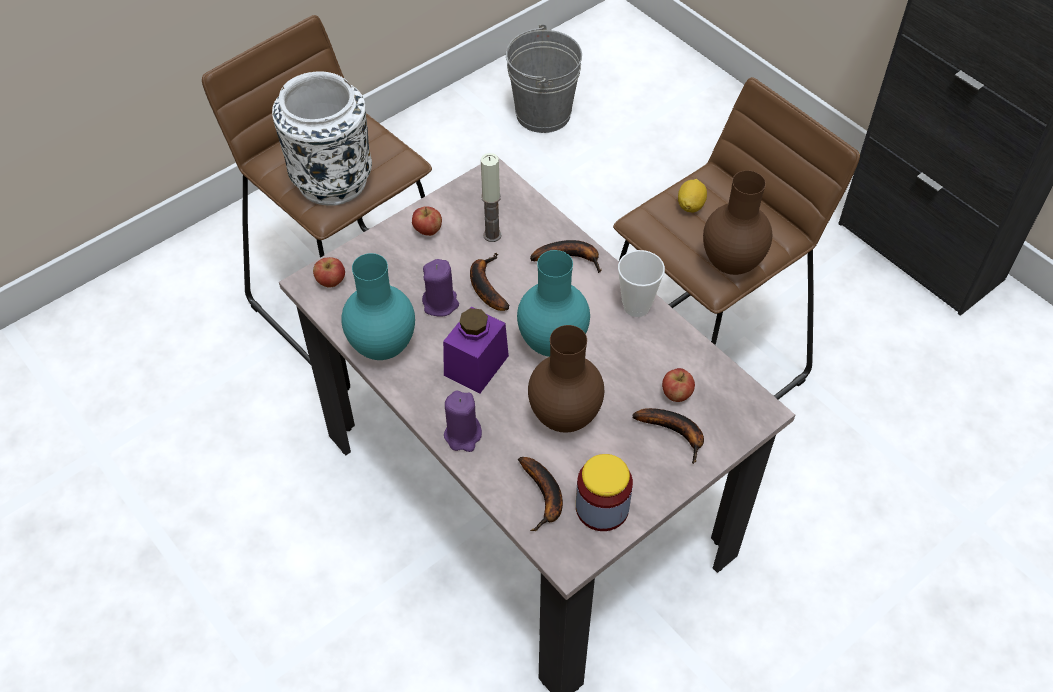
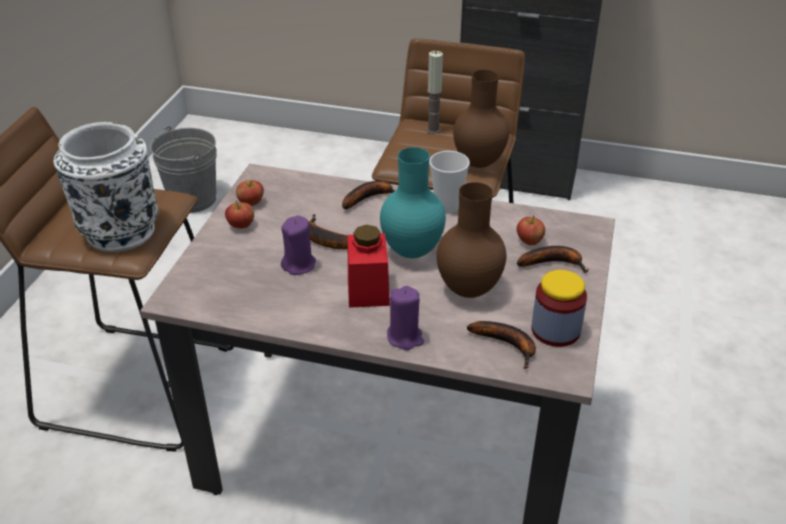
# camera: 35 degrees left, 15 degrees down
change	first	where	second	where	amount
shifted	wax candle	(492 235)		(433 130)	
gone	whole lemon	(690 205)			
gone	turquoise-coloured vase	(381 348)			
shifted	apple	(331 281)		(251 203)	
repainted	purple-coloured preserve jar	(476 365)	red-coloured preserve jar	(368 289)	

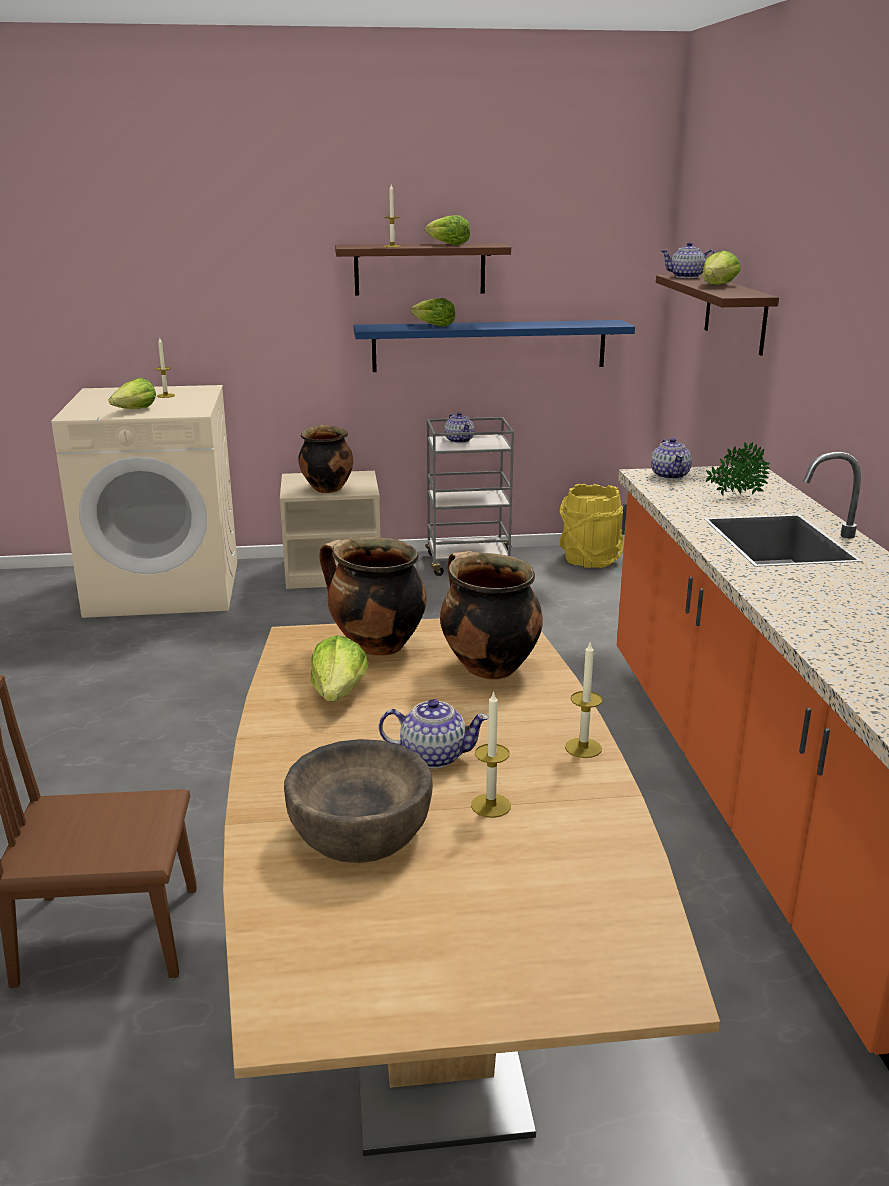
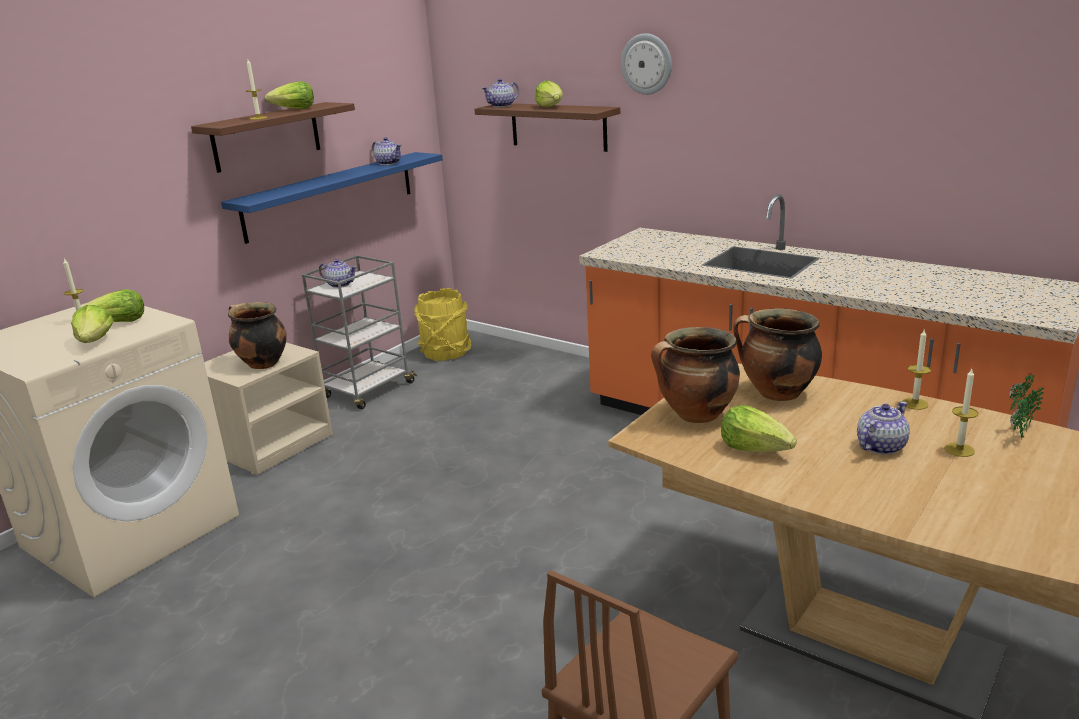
# camera: 45 degrees left, 0 degrees up
change	first	where	second	where	amount
shifted	head of lettuce	(433 326)		(118 323)	
shifted	tea pot	(670 475)		(388 163)	
shifted	potted plant	(734 495)		(1017 433)	
gone	brown serving bowl	(359 830)			
new			hanging clock	(647 64)	

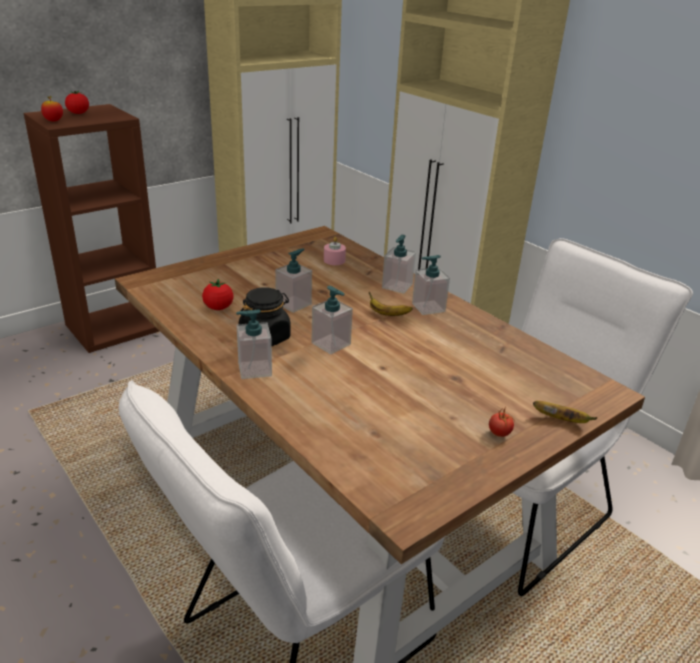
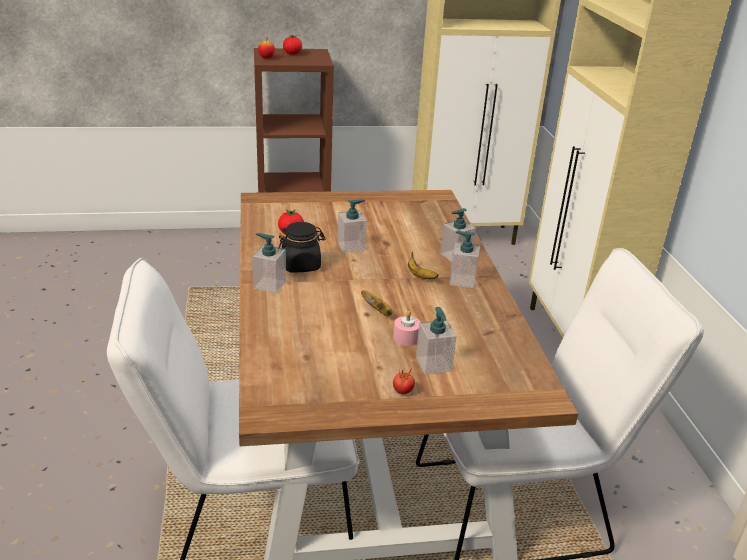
# camera: 30 degrees right, 0 degrees up
change	first	where	second	where	amount
shifted	pink-coloured wax candle	(334 260)		(406 338)	
shifted	liquid soap bottle	(331 344)		(433 364)	
shifted	banana	(561 420)		(378 311)	

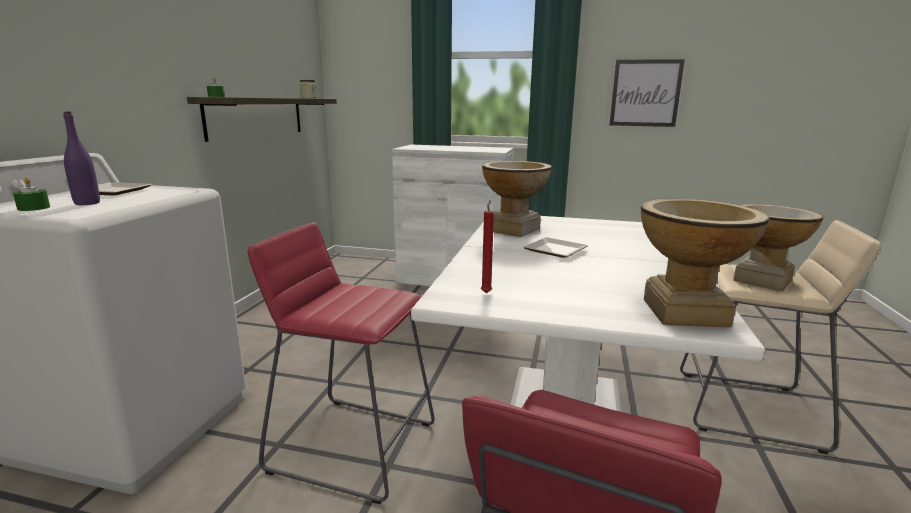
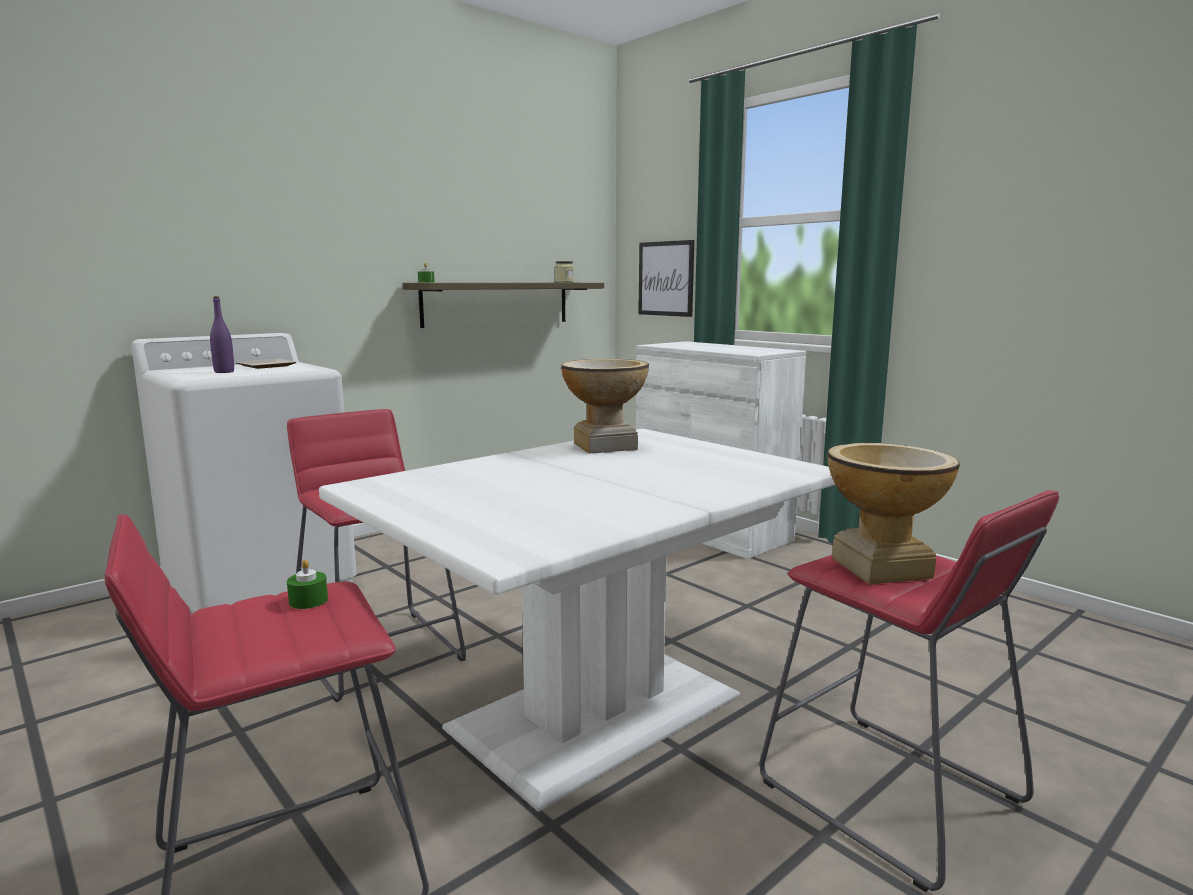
# camera: 35 degrees right, 5 degrees down
change	first	where	second	where	amount
shifted	picture	(645 93)		(665 278)	
shifted	green-coloured wax candle	(34 208)		(308 601)	
gone	vase	(685 312)			
gone	red-coloured wax candle	(486 292)			
repainted	beige sitting stool	(748 409)	red-coloured sitting stool	(890 794)	
gone	plate	(557 250)			

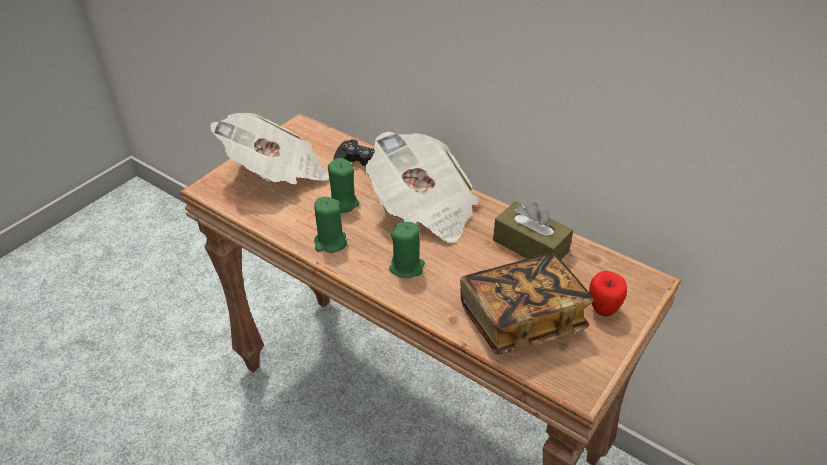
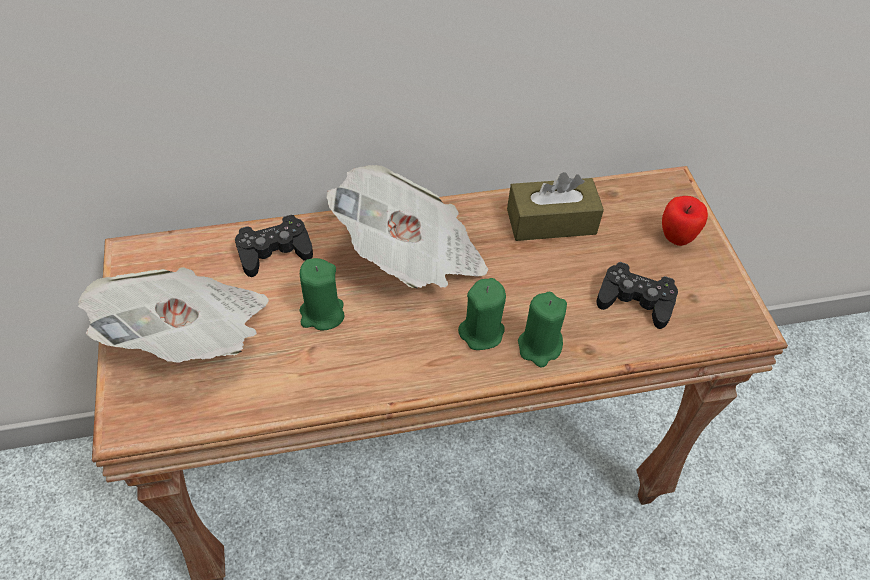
# camera: 50 degrees left, 10 degrees up
change	first	where	second	where	amount
shifted	green-coloured wax candle	(330 242)		(539 347)	
swapped	volume	(521 319)	blackish joypad	(635 300)	

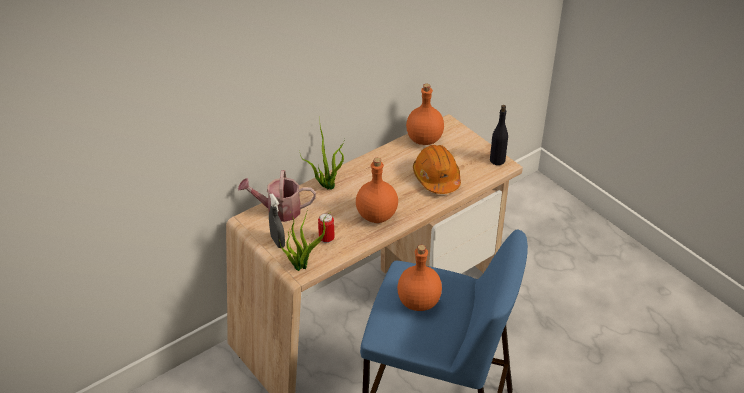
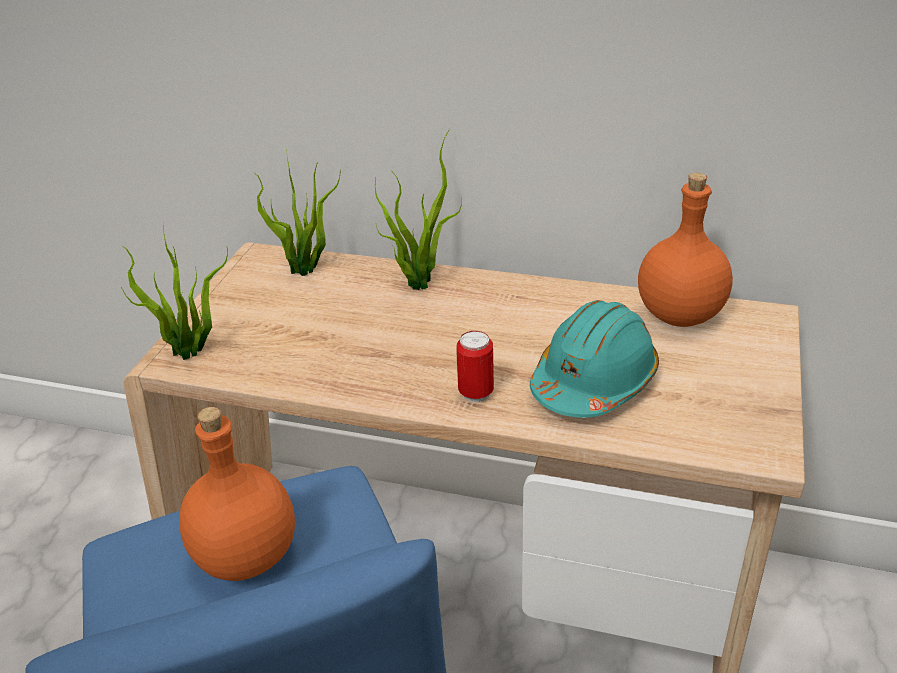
# camera: 55 degrees right, 5 degrees down
change	first	where	second	where	amount
gone	blackish bottle	(497 160)			
repainted	orangey work helmet	(436 178)	turquoise-coloured work helmet	(594 381)	
gone	orangey bottle	(377 215)			
swapped	watering pot	(279 210)	potted plant	(306 270)	
gone	greyish spray bottle	(278 242)			
shifted	metal can	(326 239)		(476 393)	

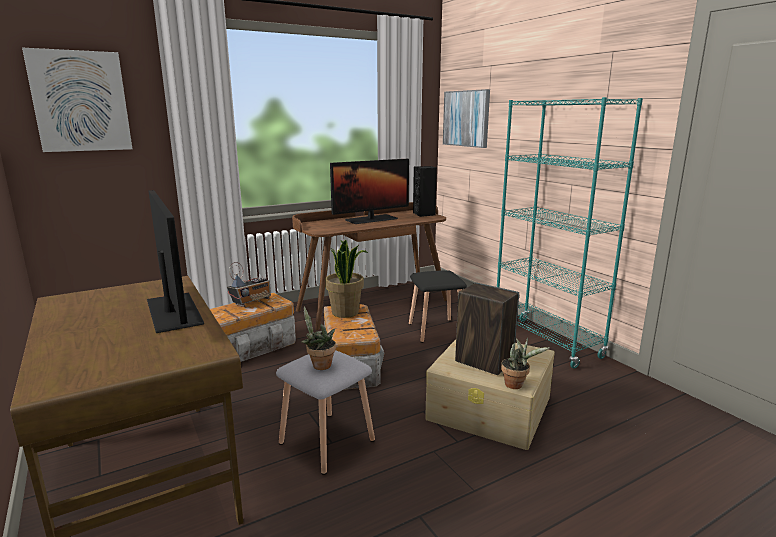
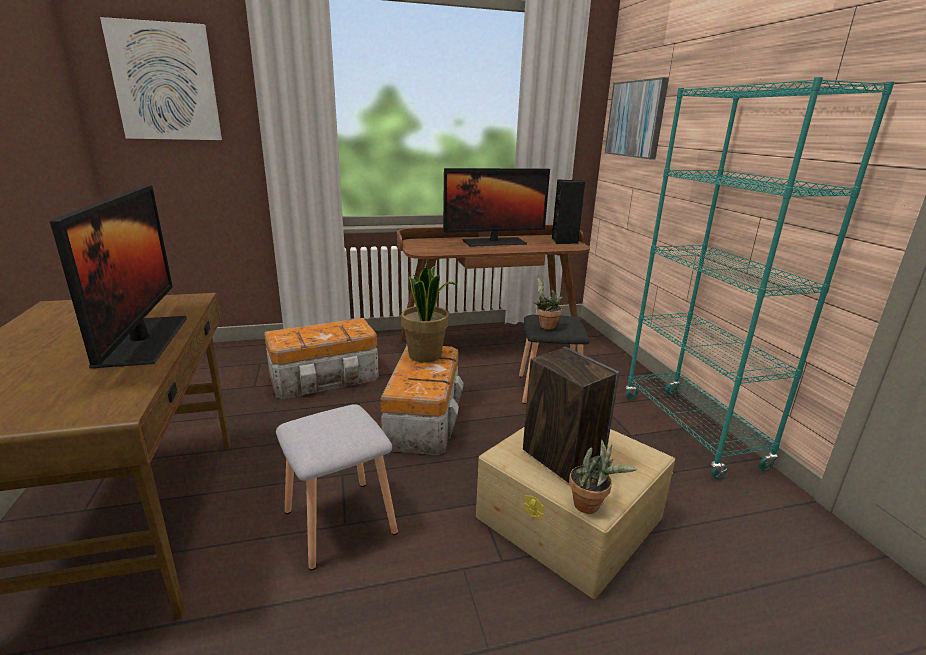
# camera: 15 degrees right, 5 degrees up
change	first	where	second	where	amount
gone	radio receiver	(251 302)			
shifted	potted plant	(319 365)		(545 326)	

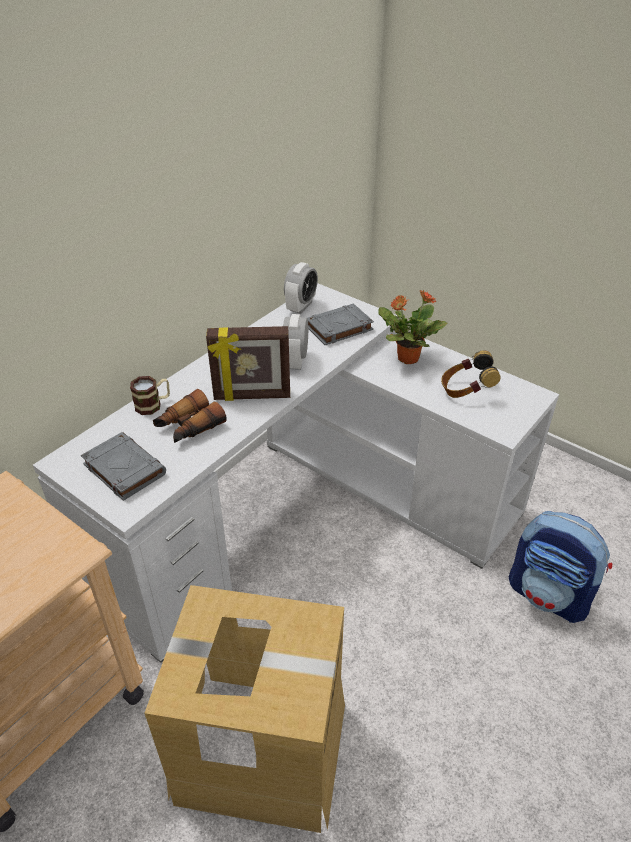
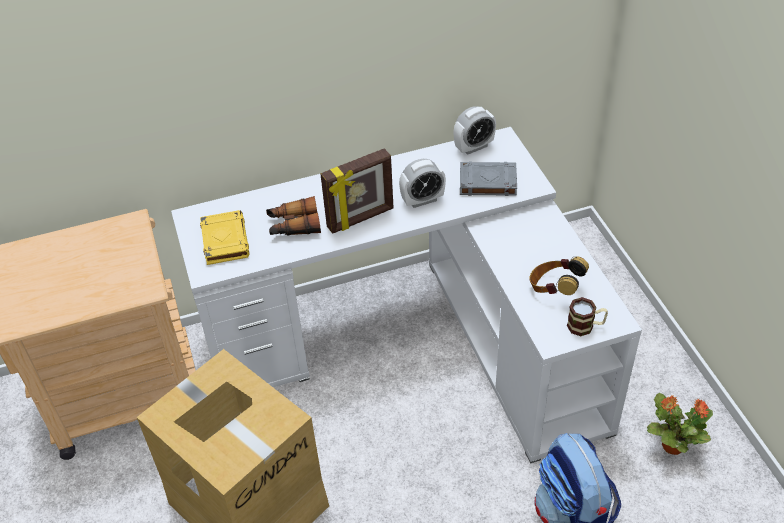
# camera: 35 degrees right, 5 degrees up
change	first	where	second	where	amount
shifted	potted plant	(407 358)		(672 445)	
rotated	bedside clock	(296 361)		(422 200)	150 degrees counterclockwise
rotated	photo frame	(252 396)		(361 219)	60 degrees counterclockwise
shifted	mug	(153 405)		(585 326)	
repainted	greyish volume	(123 469)	yellow volume	(224 240)	

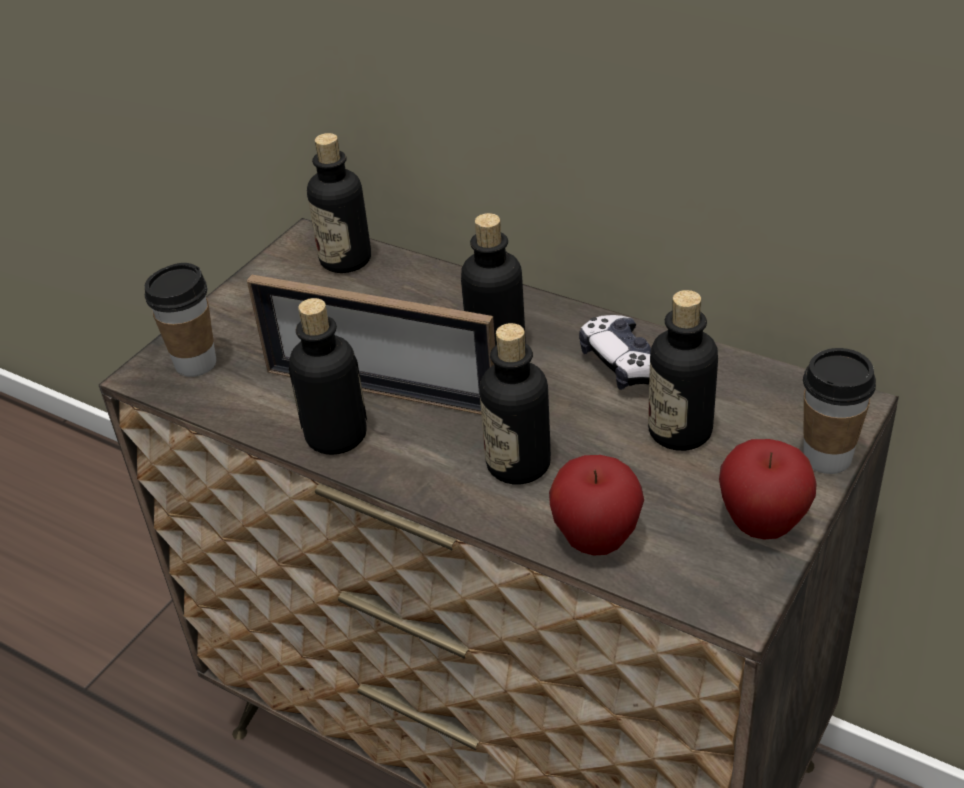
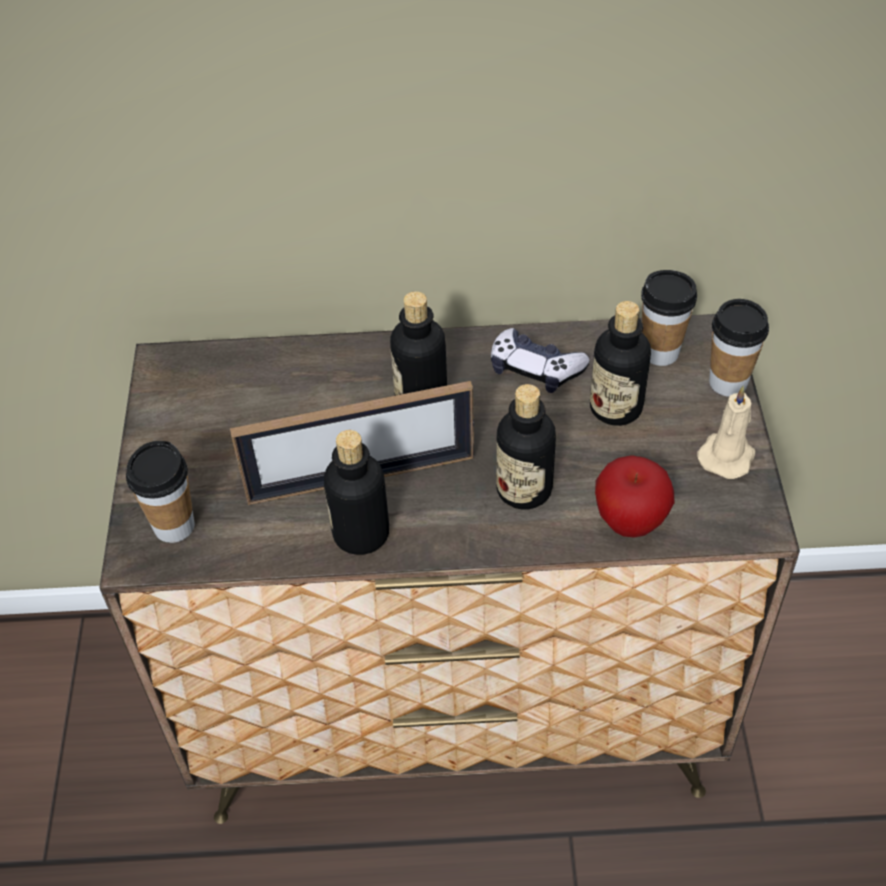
# camera: 35 degrees left, 10 degrees up
change	first	where	second	where	amount
gone	bottle	(345 260)			
swapped	apple	(762 524)	beige wax candle	(727 455)	
new			small cup	(660 352)	

